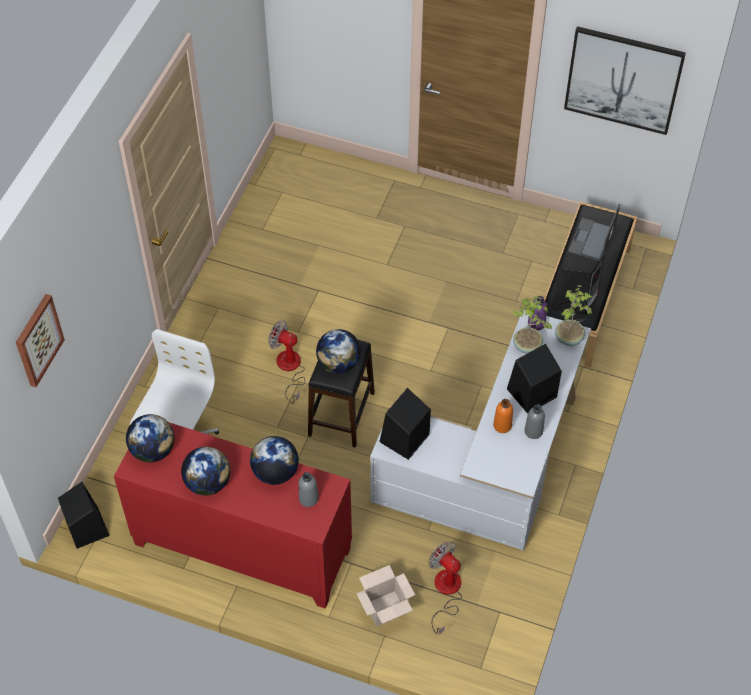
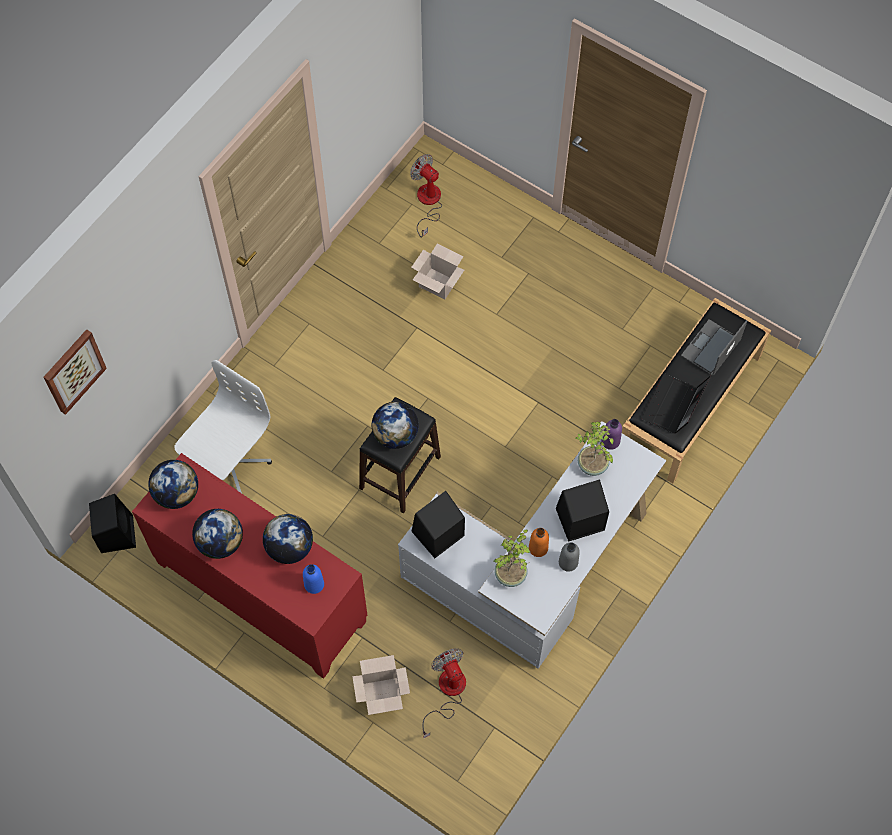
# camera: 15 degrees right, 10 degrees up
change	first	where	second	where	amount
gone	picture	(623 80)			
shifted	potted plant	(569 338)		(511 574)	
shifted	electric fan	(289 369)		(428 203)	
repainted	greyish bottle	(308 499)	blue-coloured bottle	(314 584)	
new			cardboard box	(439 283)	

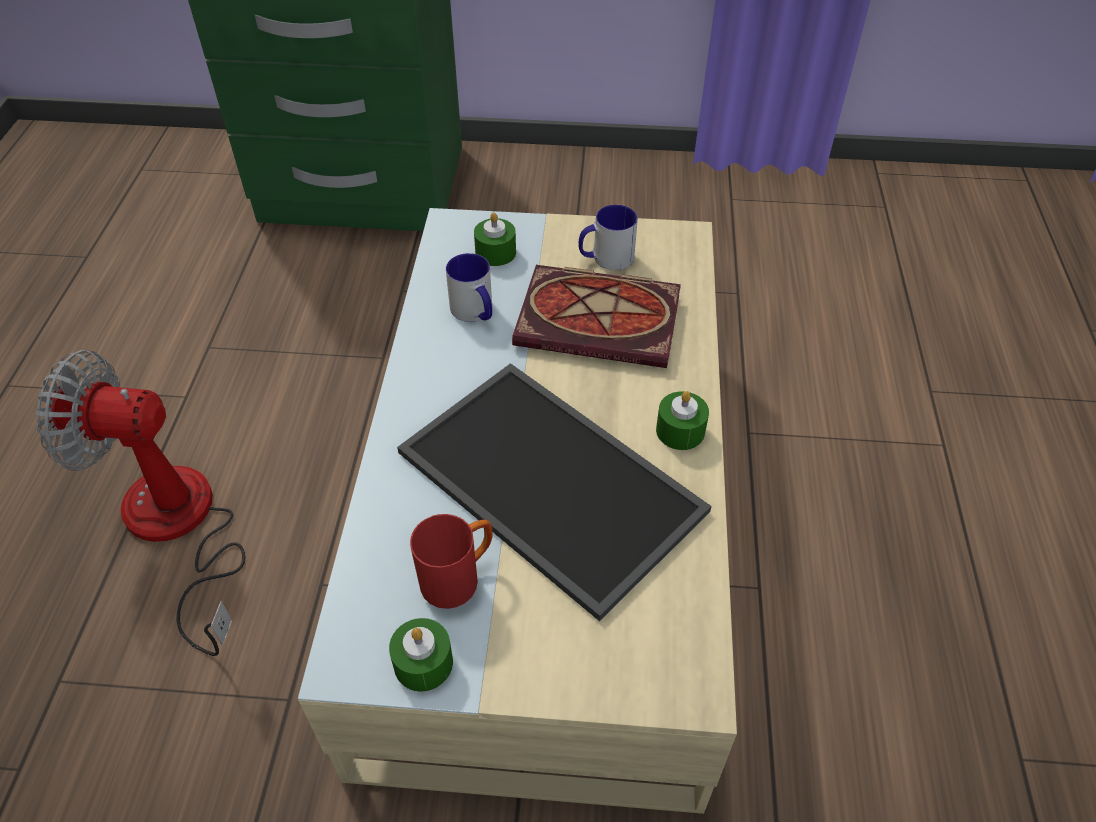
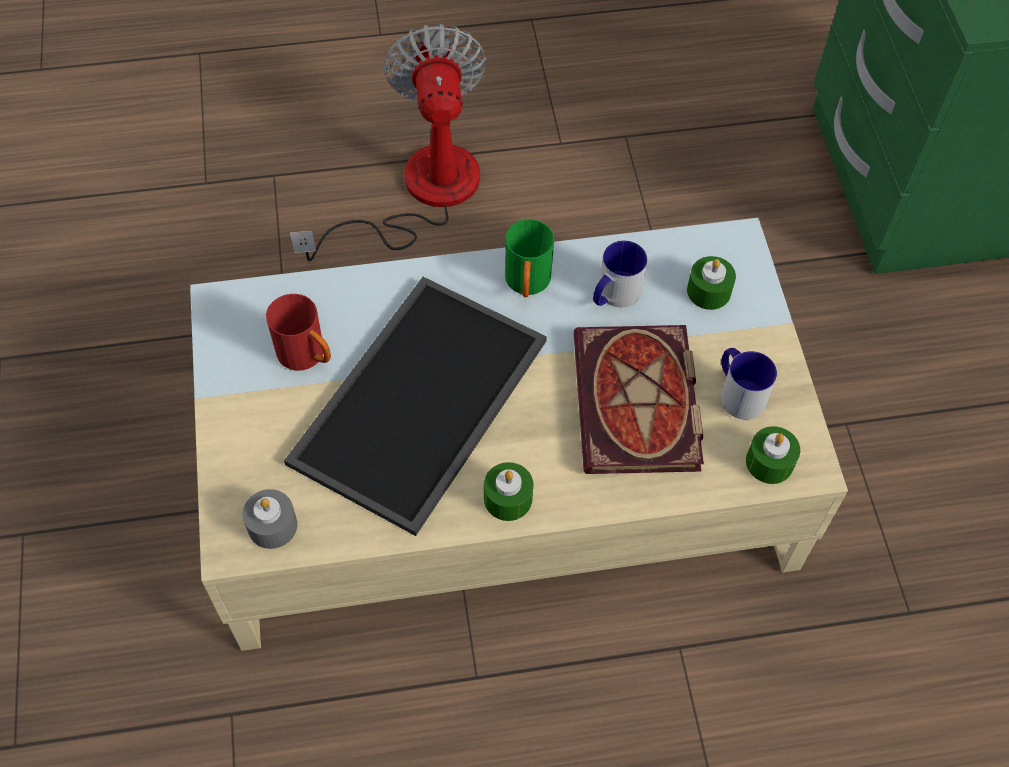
# camera: 75 degrees right, 10 degrees up
change	first	where	second	where	amount
shifted	green-coloured wax candle	(423 663)		(769 462)	
new			green-coloured mug	(527 285)	
new			greyish wax candle	(272 525)	

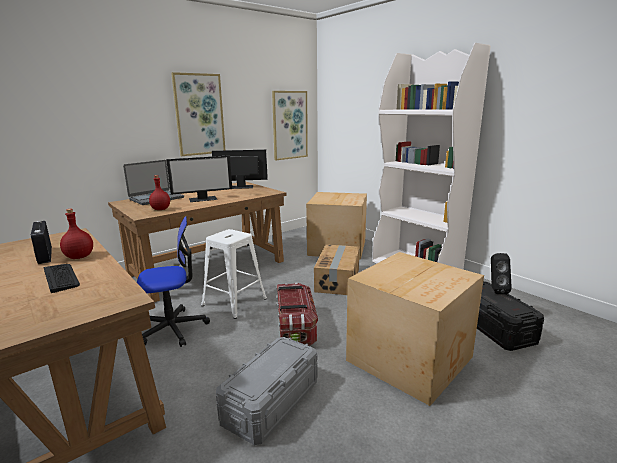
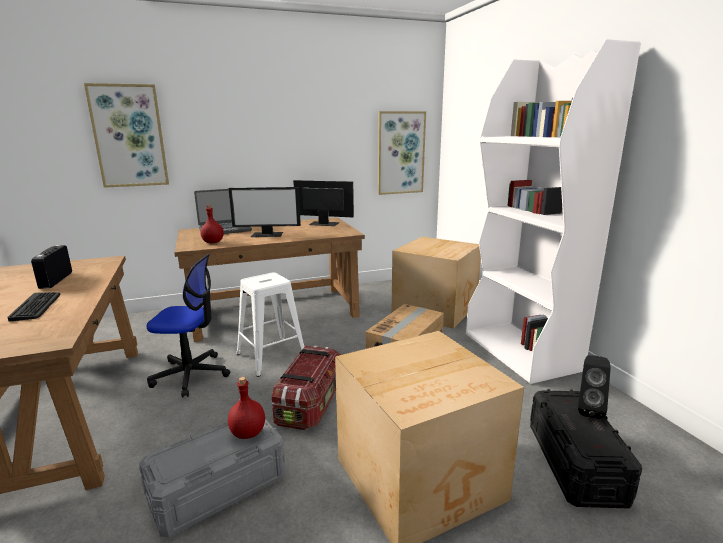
# camera: 20 degrees right, 0 degrees up
change	first	where	second	where	amount
shifted	picture	(199 114)		(129 136)	
shifted	red-coloured bottle	(79 257)		(247 433)	

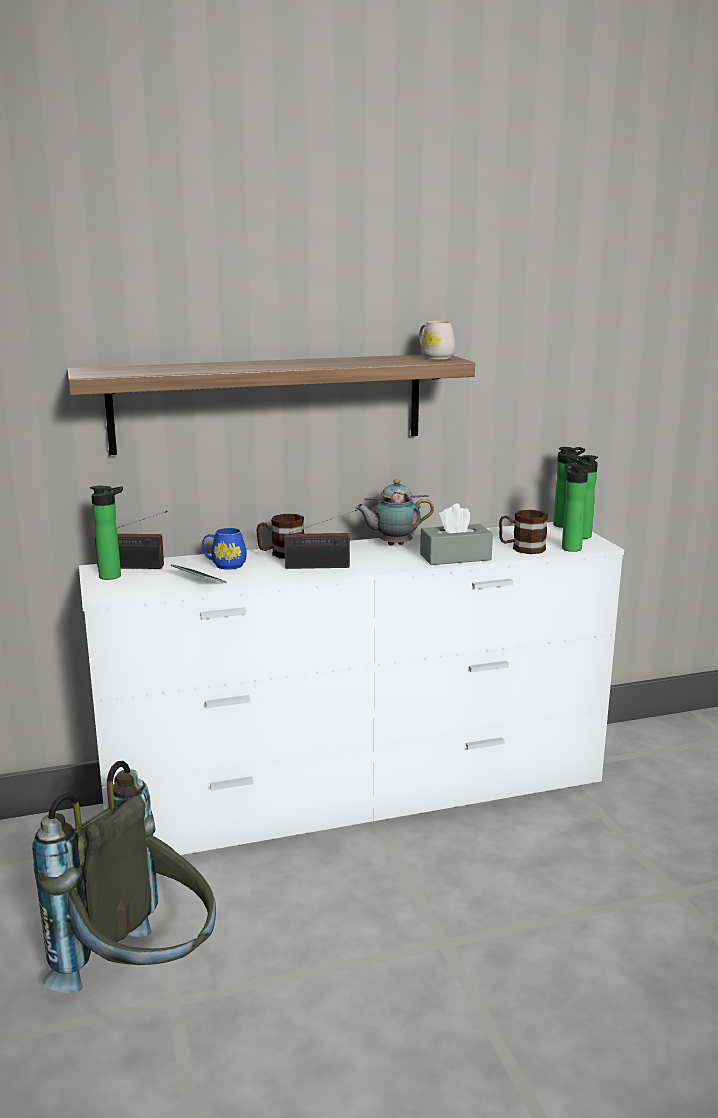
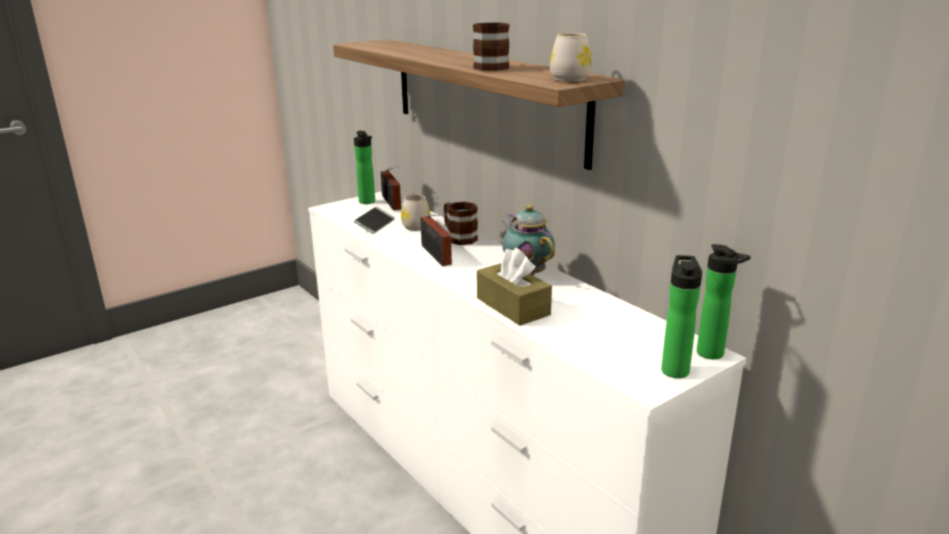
# camera: 70 degrees right, 5 degrees up
change	first	where	second	where	amount
gone	bottle	(570 547)			
repainted	greyish tissue holder	(455 557)	brown tissue holder	(513 306)	
shifted	brown mug	(521 548)		(489 66)	
repainted	blue-coloured mug	(224 565)	whitish mug	(415 225)	
gone	greyish rucksack	(142 975)			

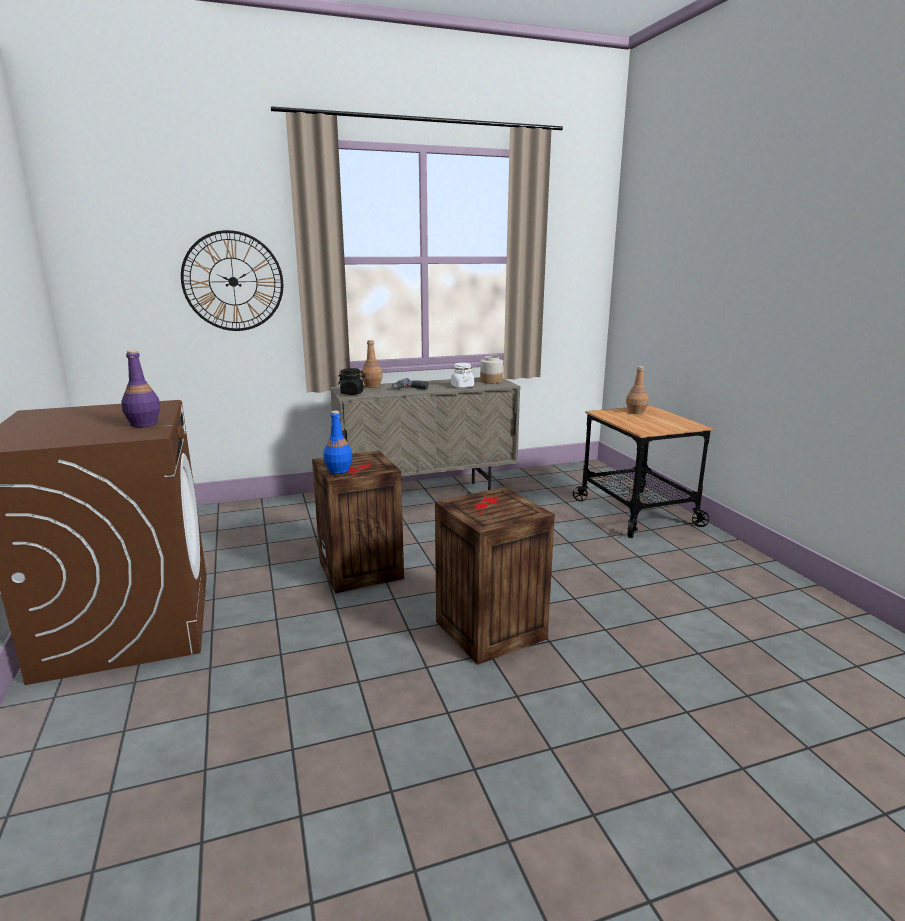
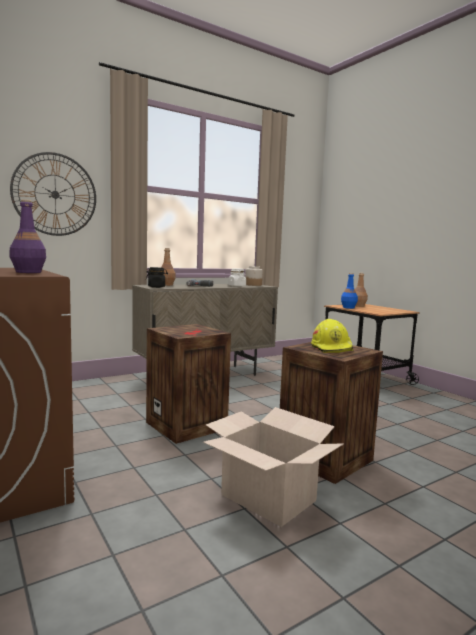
# camera: 15 degrees left, 10 degrees down
change	first	where	second	where	amount
shifted	blue-coloured bottle	(338 470)		(348 307)	
new			yellow work helmet	(332 348)	
new			cardboard box	(269 497)	

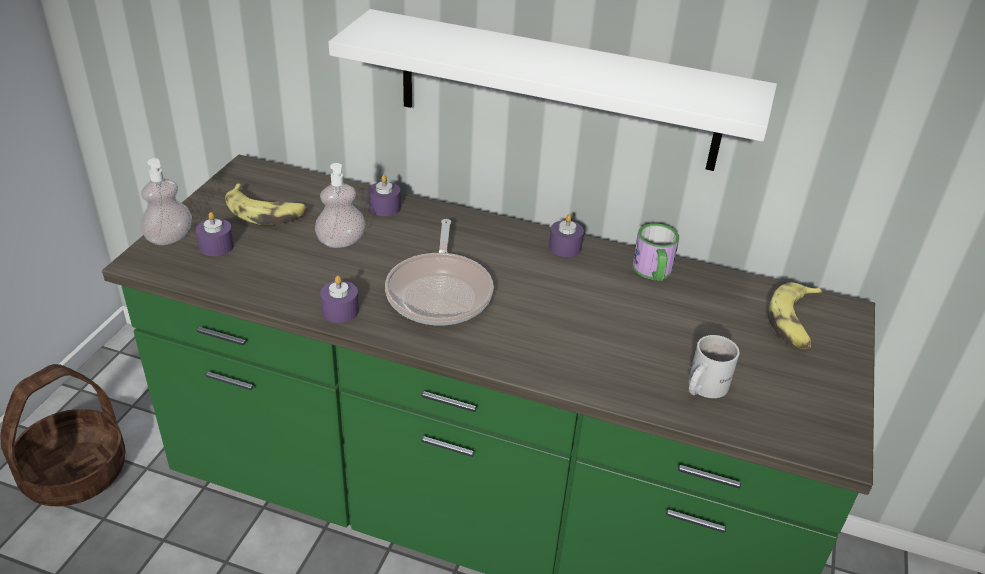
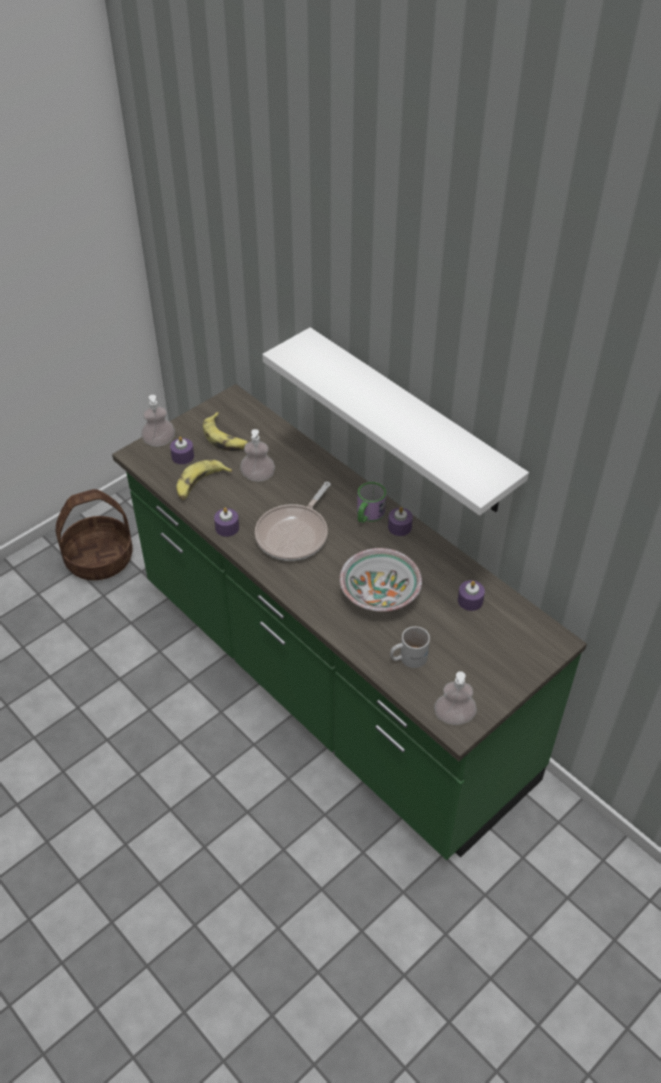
# camera: 30 degrees right, 10 degrees up
change	first	where	second	where	amount
shifted	purple-coloured wax candle	(385 207)		(470 600)	
shifted	mug	(653 272)		(368 515)	
shifted	banana	(794 323)		(200 484)	
new			serving bowl	(380 593)	
new			liquid soap bottle	(454 717)	

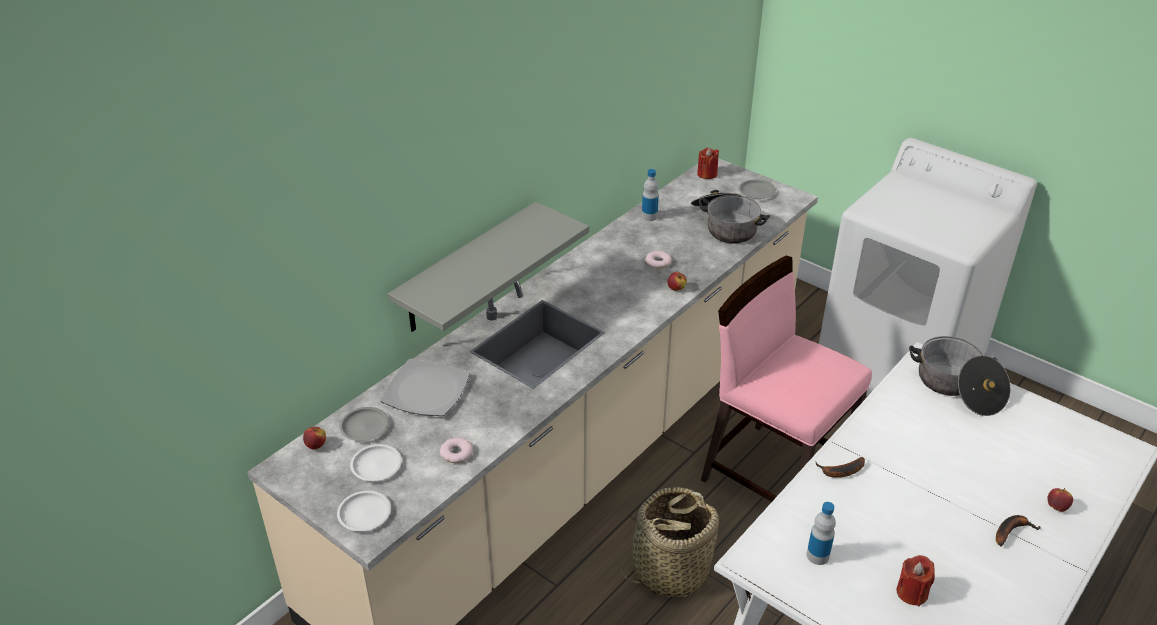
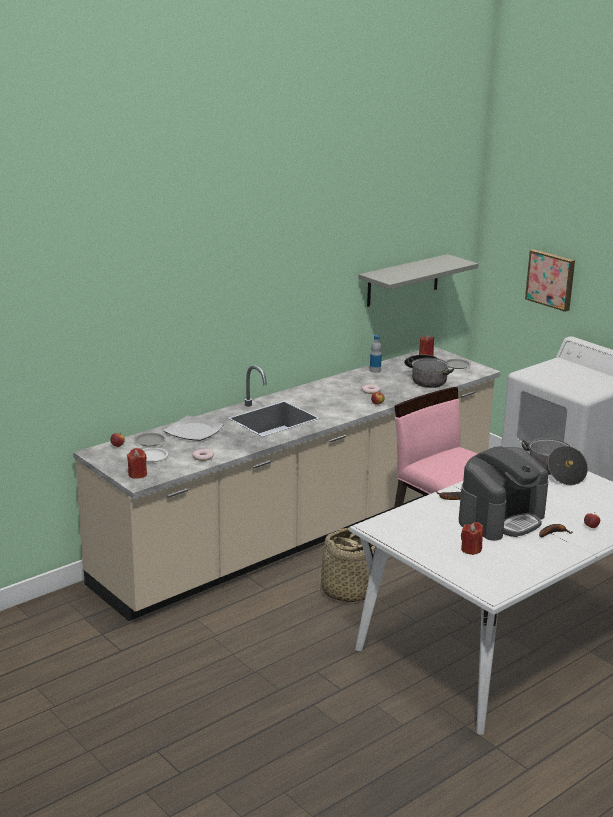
# camera: 10 degrees right, 15 degrees down
change	first	where	second	where	amount
shifted	greyish wall shelf	(467 268)		(403 280)	
swapped	whitish plate	(364 514)	red-coloured wax candle	(137 474)	
gone	bottle	(817 556)			
new			picture	(551 279)	
new			coffee machine	(501 518)	

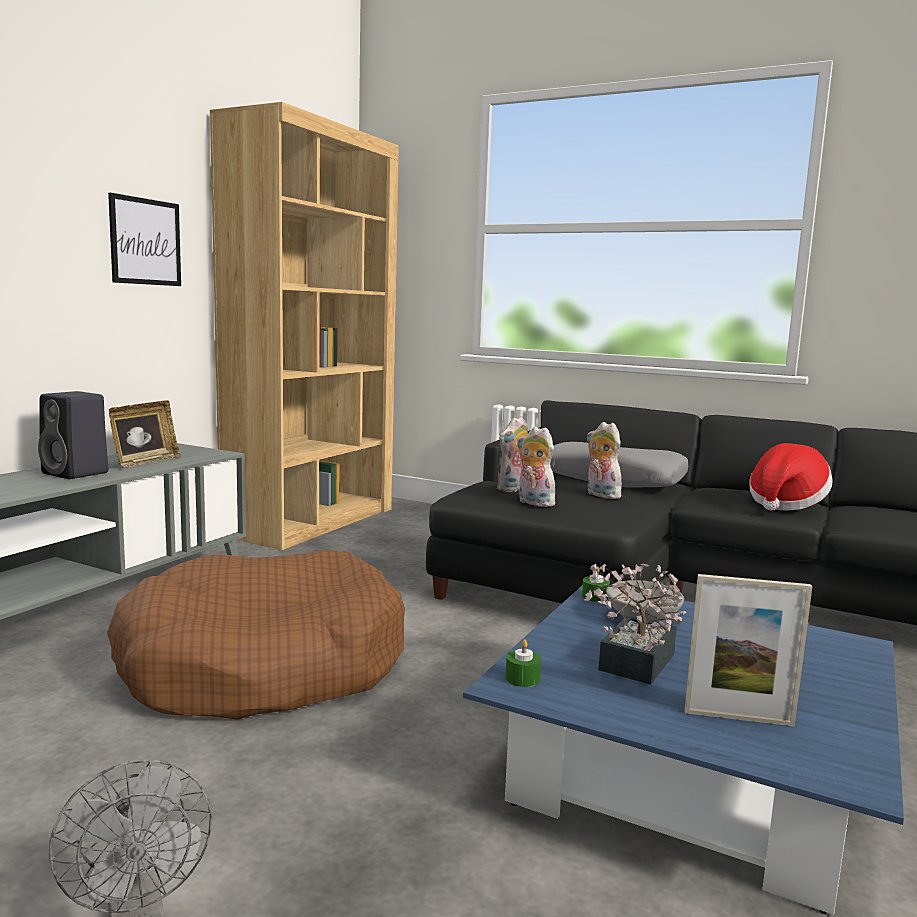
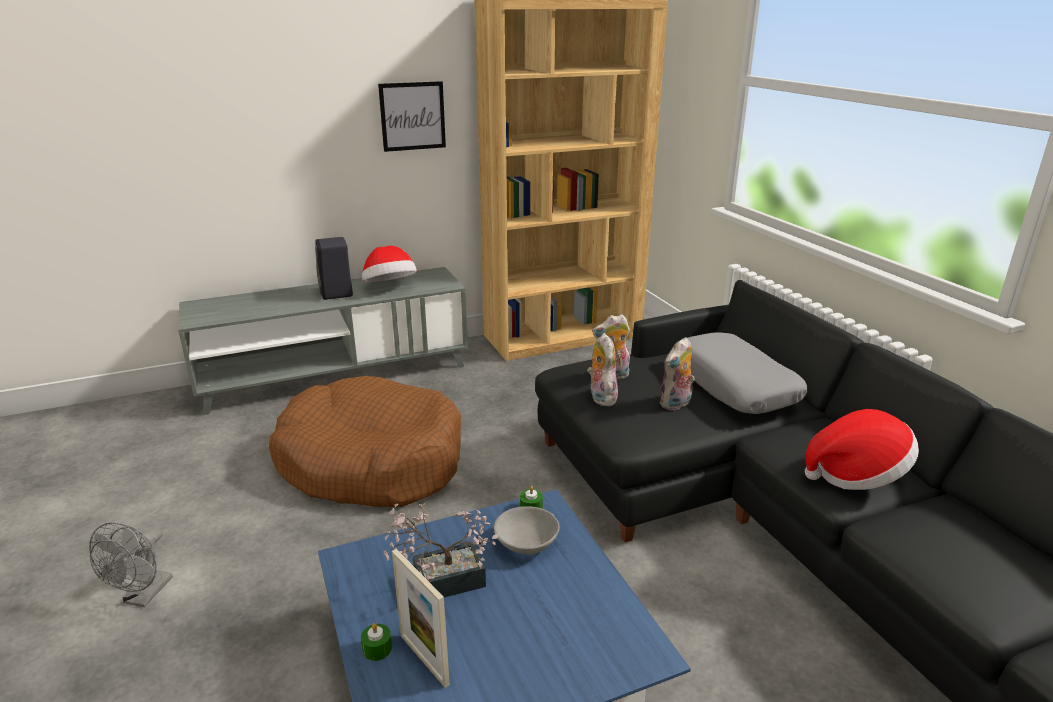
# camera: 40 degrees right, 15 degrees up
change	first	where	second	where	amount
swapped	photo frame	(145 462)	hat	(390 287)	
rotated	cuddly toy	(600 495)		(676 404)	135 degrees counterclockwise
shifted	green-coloured wax candle	(522 678)		(377 649)	

